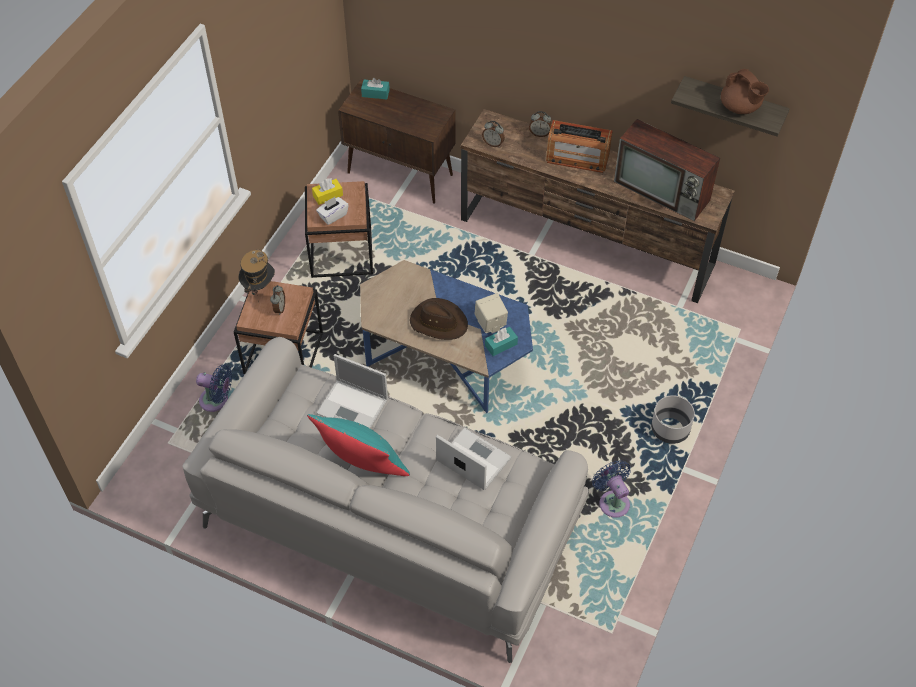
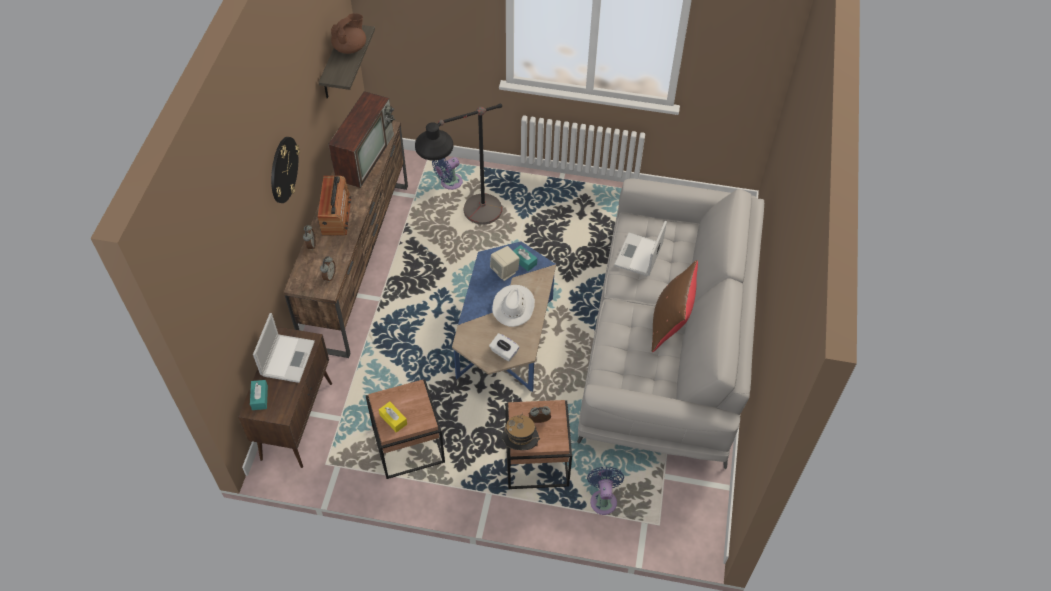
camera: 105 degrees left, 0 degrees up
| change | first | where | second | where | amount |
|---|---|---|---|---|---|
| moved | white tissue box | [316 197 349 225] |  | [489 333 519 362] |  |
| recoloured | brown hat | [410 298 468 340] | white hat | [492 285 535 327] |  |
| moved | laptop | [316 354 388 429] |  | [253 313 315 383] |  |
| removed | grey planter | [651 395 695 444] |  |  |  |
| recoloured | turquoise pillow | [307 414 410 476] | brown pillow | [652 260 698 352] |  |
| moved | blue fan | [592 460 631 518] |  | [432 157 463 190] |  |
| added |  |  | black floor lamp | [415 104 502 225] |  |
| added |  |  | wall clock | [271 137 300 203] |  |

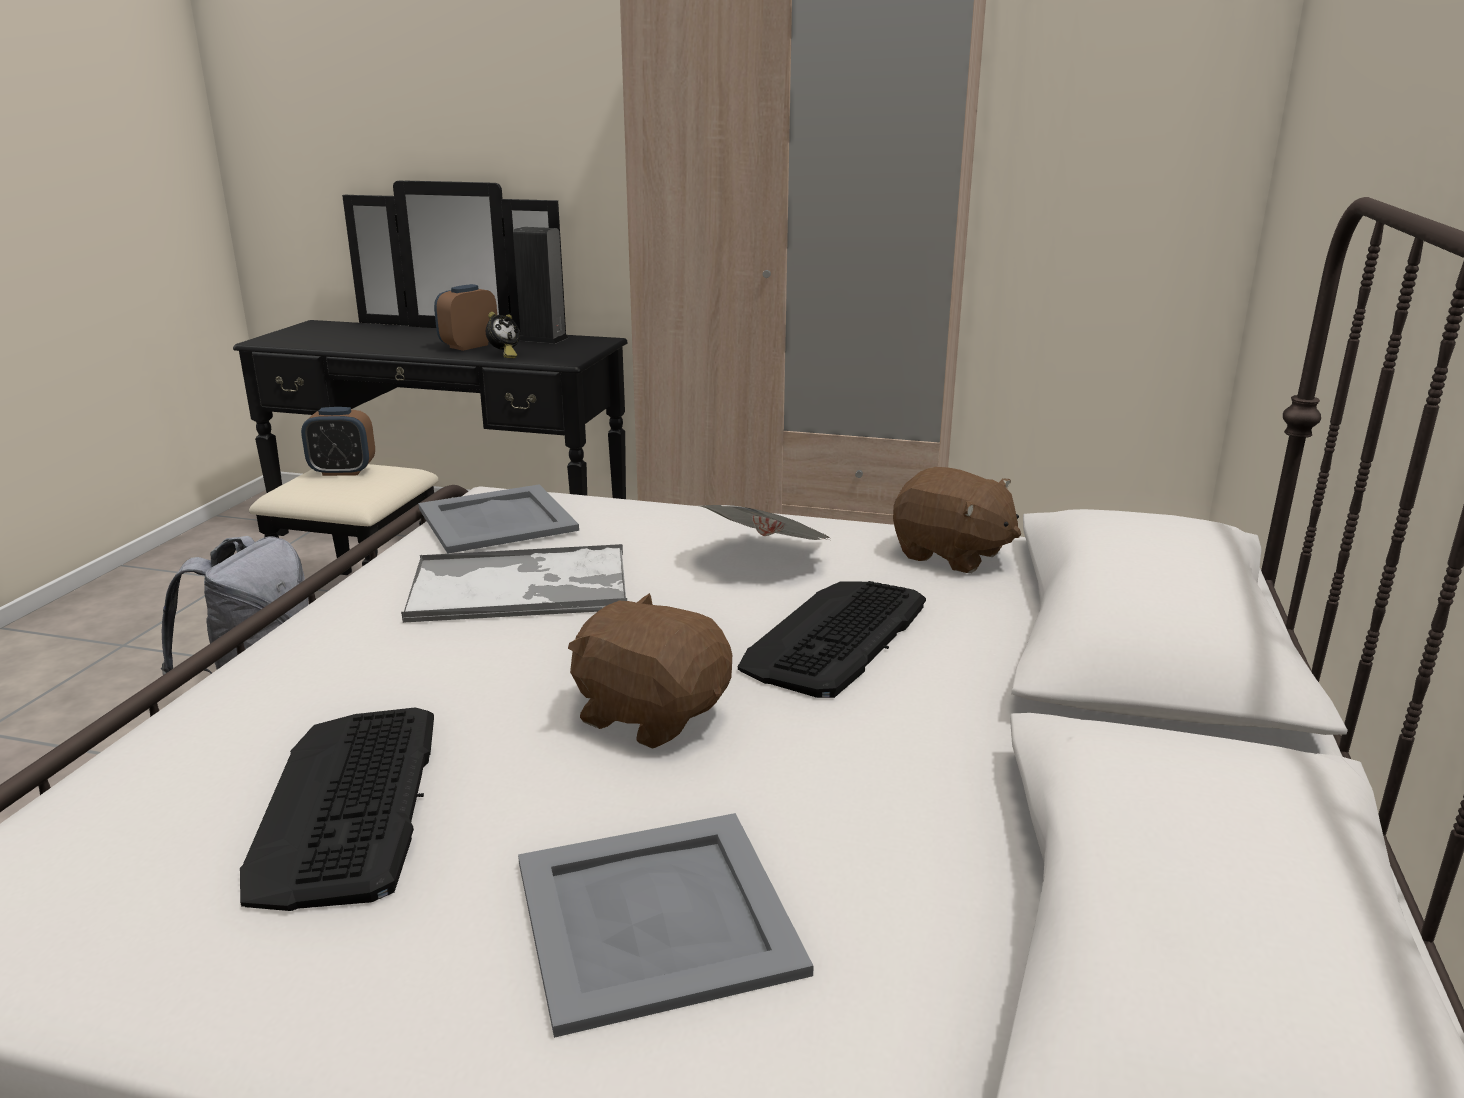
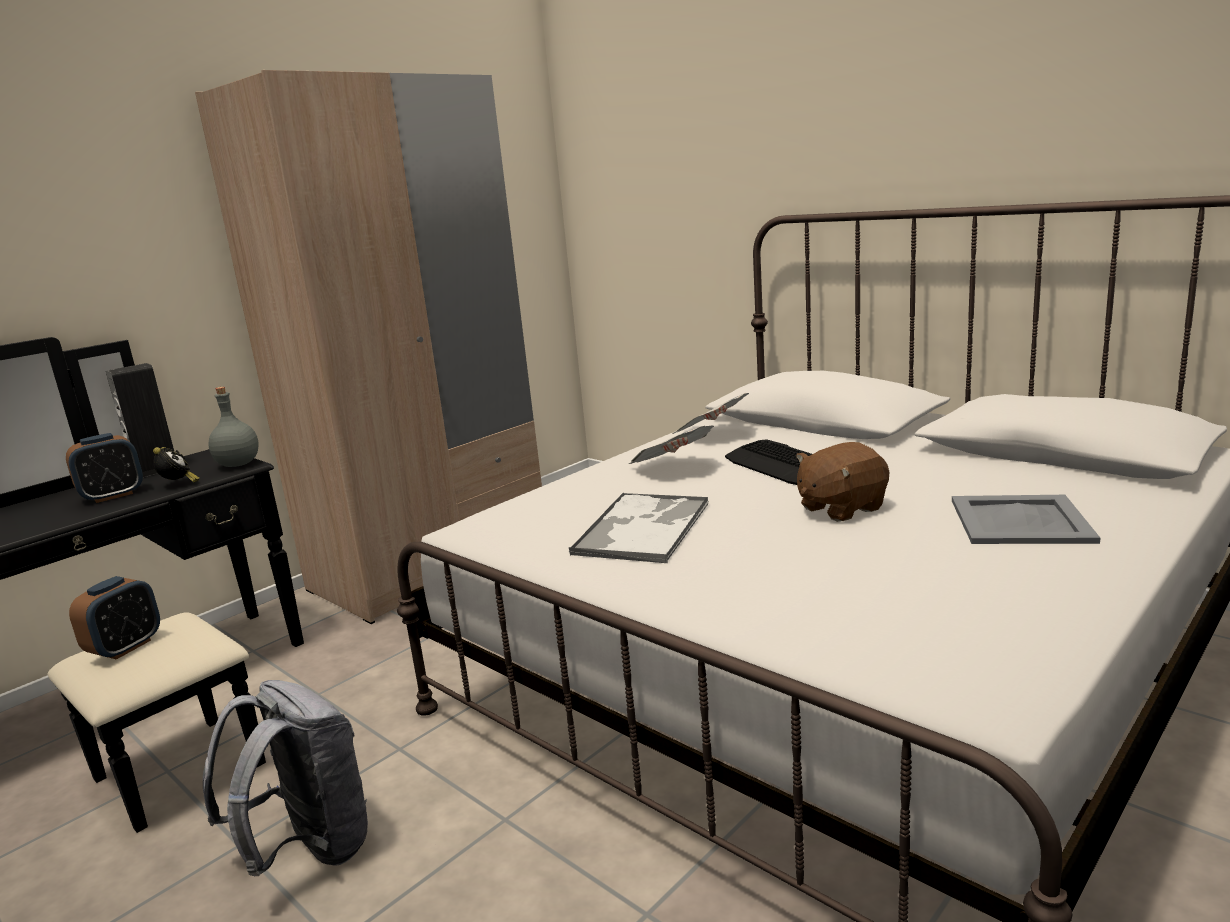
camera: 60 degrees left, 5 degrees down
| change | first | where | second | where | amount |
|---|---|---|---|---|---|
| turned | alarm clock | [434 284 497 351] |  | [66 433 143 503] | 105 degrees counterclockwise |
| replaced | brown plush toy | [893 467 1021 573] | newspaper | [672 393 749 434] |  |
| removed | grey tray | [418 484 579 554] |  |  |  |
| removed | keyboard | [240 707 434 911] |  |  |  |
| added |  |  | grey bottle | [208 387 259 467] |  |

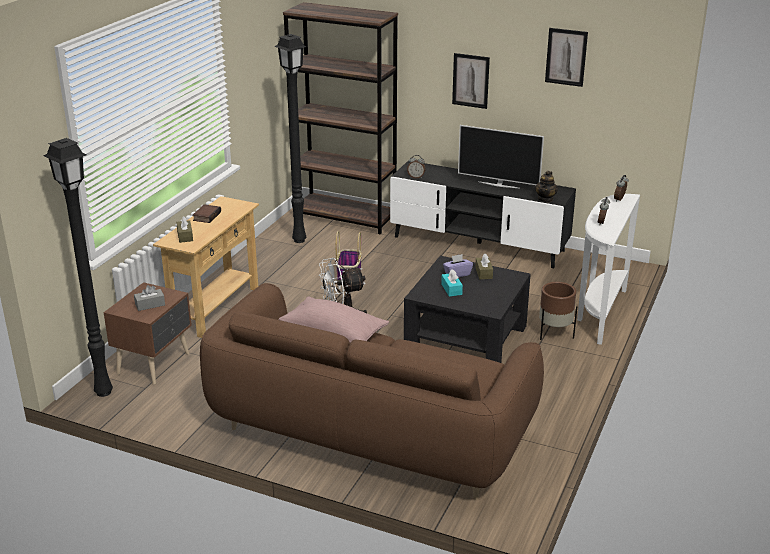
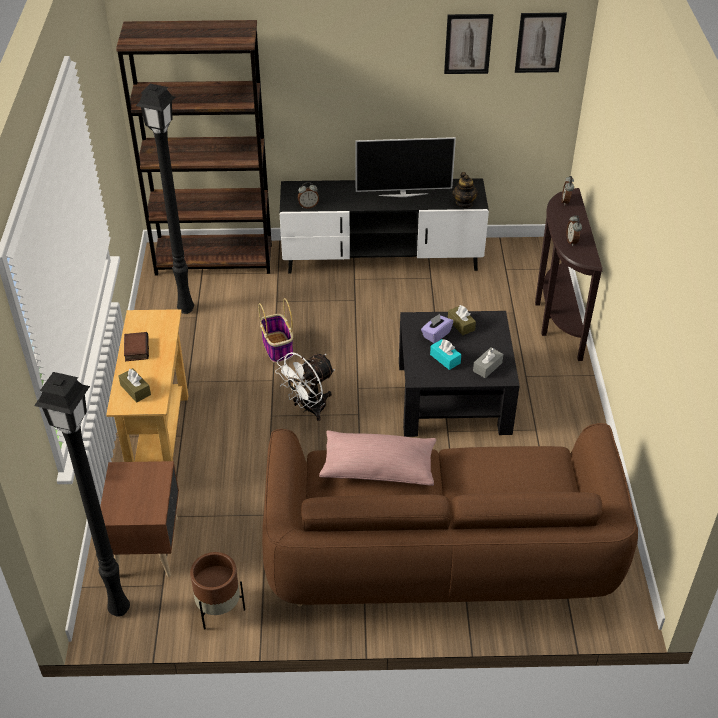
camera: 25 degrees left, 15 degrees up
| change | first | where | second | where | amount |
|---|---|---|---|---|---|
| moved | picture | [452 53 490 109] |  | [515 13 567 73] |  |
| recoloured | white console table | [577 194 640 345] | brown console table | [535 188 602 361] |  |
| moved | brown planter | [539 282 577 340] |  | [190 552 245 630] |  |
| moved | grey tissue box | [134 285 165 311] |  | [473 347 503 378] |  |

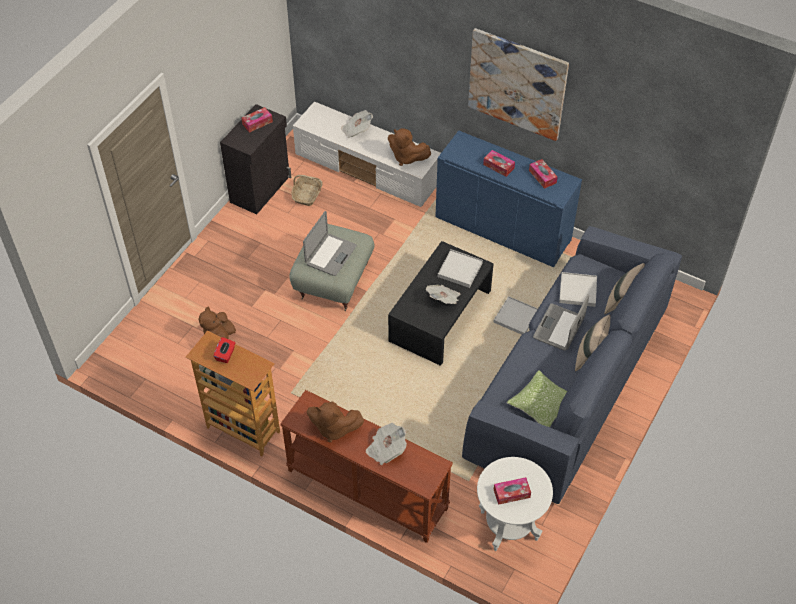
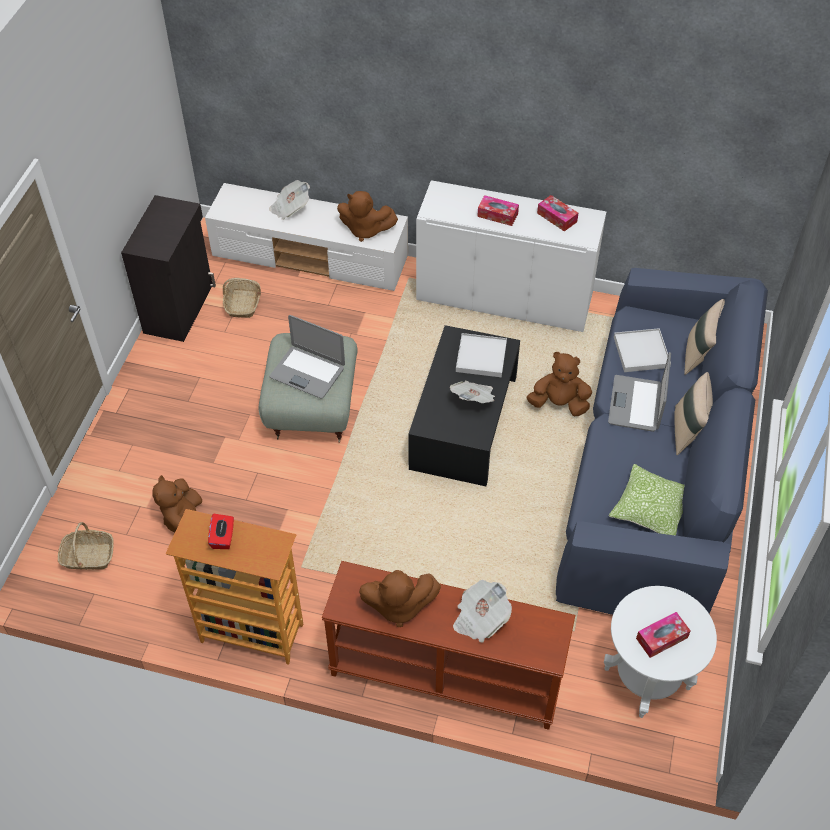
camera: 15 degrees left, 0 degrees up
| change | first | where | second | where | amount |
|---|---|---|---|---|---|
| removed | picture | [468 28 569 141] |  |  |  |
| removed | tissue box | [242 107 273 133] |  |  |  |
| recoloured | blue cabinet | [435 131 582 267] | white cabinet | [416 180 607 332] |  |
| turned | laptop | [303 211 357 276] |  | [270 315 345 399] | 105 degrees clockwise |
| replaced | white tray | [493 296 538 335] | brown plush toy | [527 352 592 416] |  |
| added |  |  | basket | [58 522 114 570] |  |

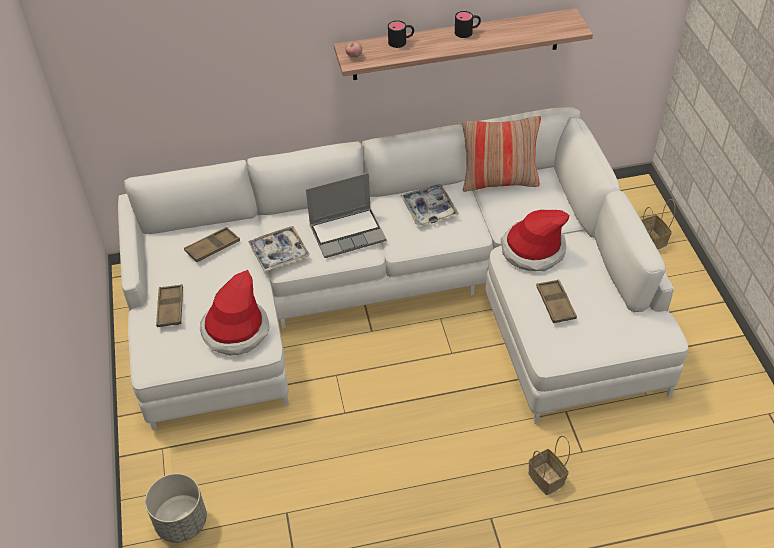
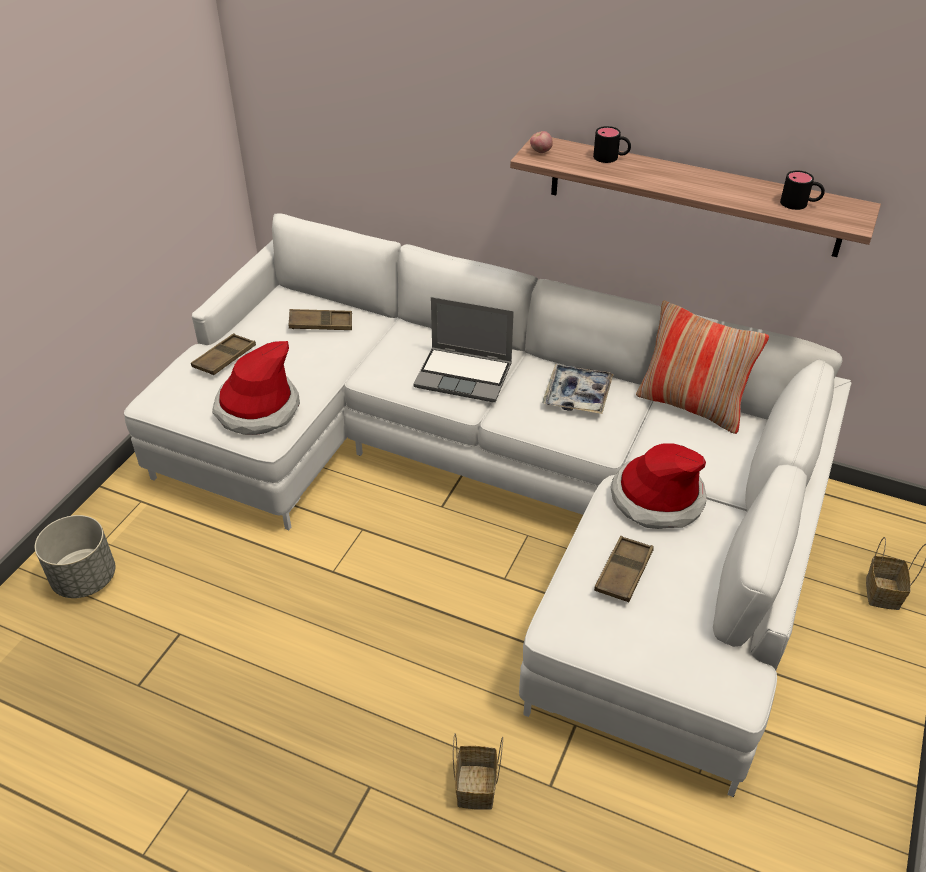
camera: 35 degrees right, 5 degrees down
| change | first | where | second | where | amount |
|---|---|---|---|---|---|
| moved | black mug | [455 11 481 38] |  | [780 170 825 210] |  |
| removed | tray | [248 226 310 272] |  |  |  |

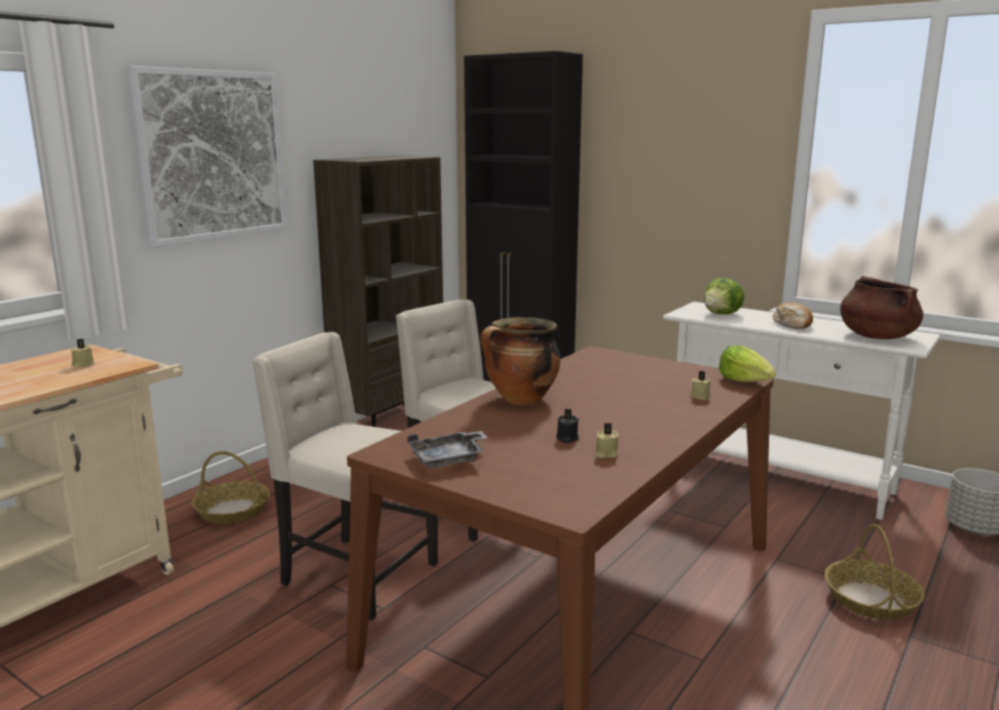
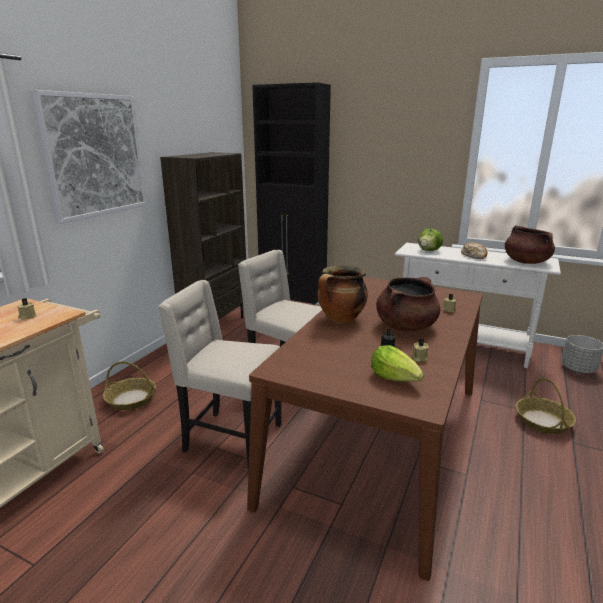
camera: 10 degrees left, 5 degrees up
| change | first | where | second | where | amount |
|---|---|---|---|---|---|
| moved | lettuce | [719 345 776 382] |  | [371 345 424 382] |  |
| removed | grey tray | [407 431 488 469] |  |  |  |
| added |  |  | brown cooking pot | [376 277 440 331] |  |

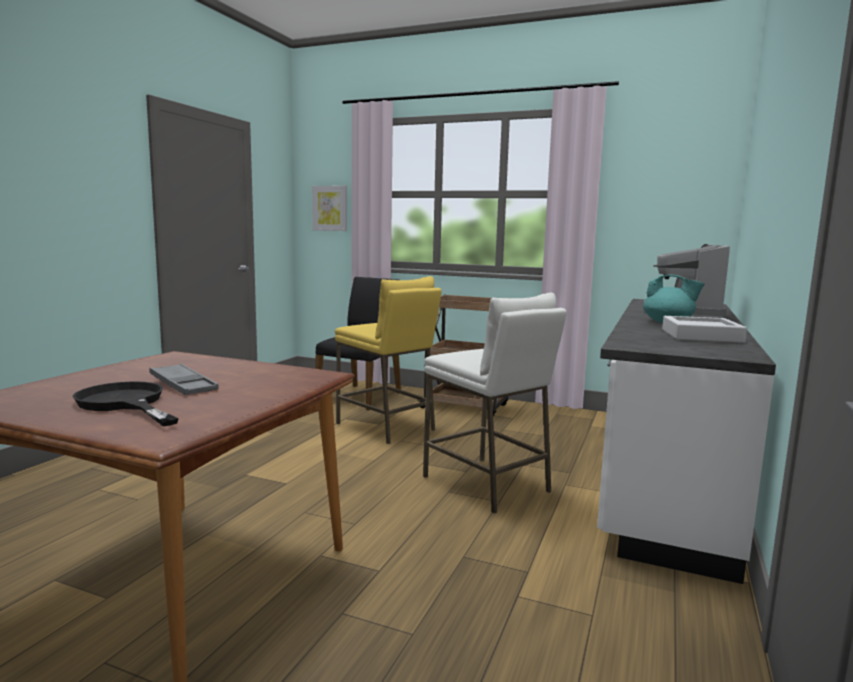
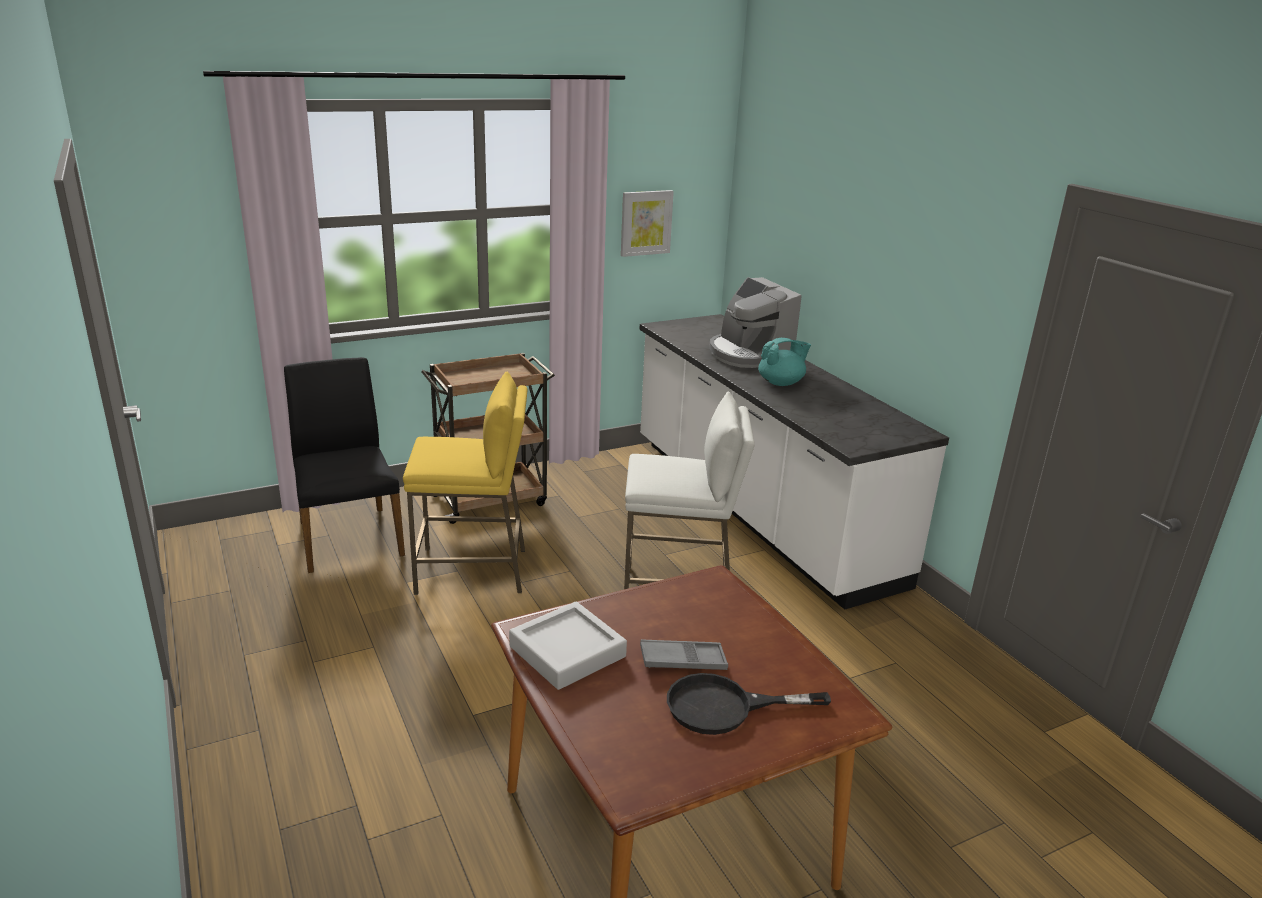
camera: 50 degrees left, 15 degrees up
| change | first | where | second | where | amount |
|---|---|---|---|---|---|
| moved | picture | [312 186 347 231] |  | [621 190 674 257] |  |
| moved | grey tray | [662 316 747 343] |  | [509 601 627 690] |  |

